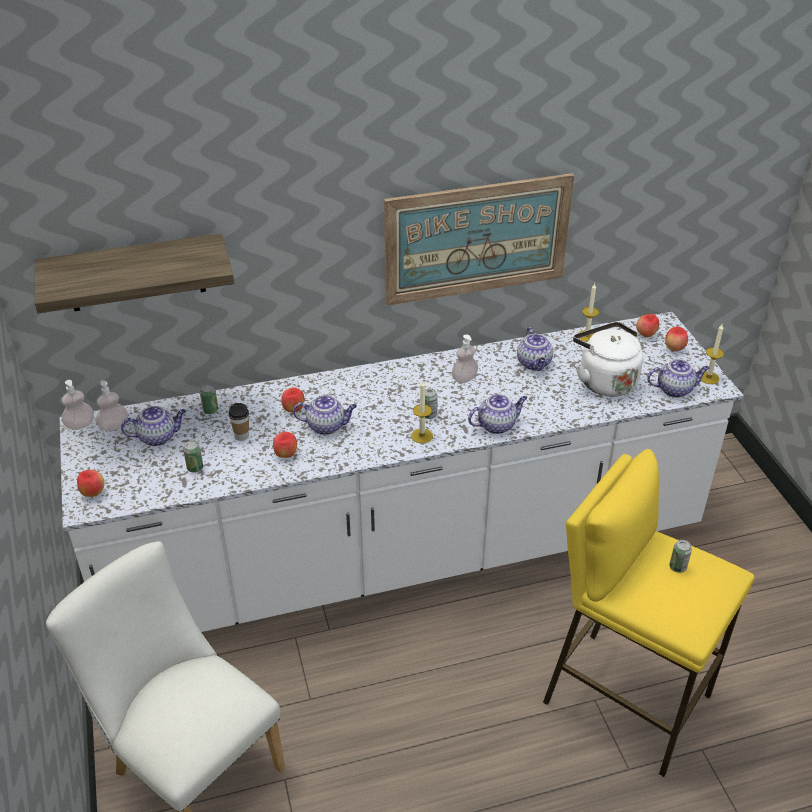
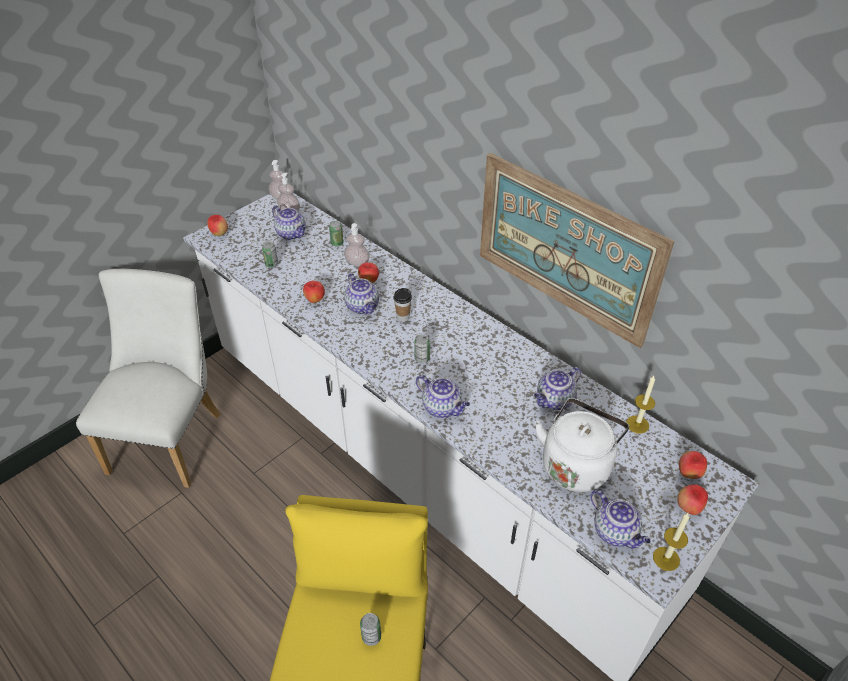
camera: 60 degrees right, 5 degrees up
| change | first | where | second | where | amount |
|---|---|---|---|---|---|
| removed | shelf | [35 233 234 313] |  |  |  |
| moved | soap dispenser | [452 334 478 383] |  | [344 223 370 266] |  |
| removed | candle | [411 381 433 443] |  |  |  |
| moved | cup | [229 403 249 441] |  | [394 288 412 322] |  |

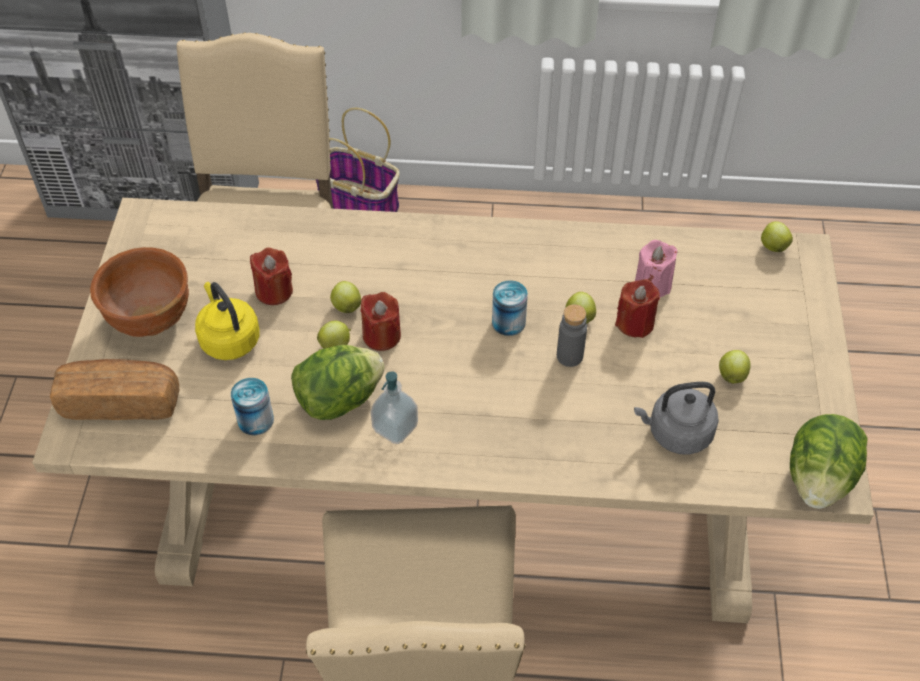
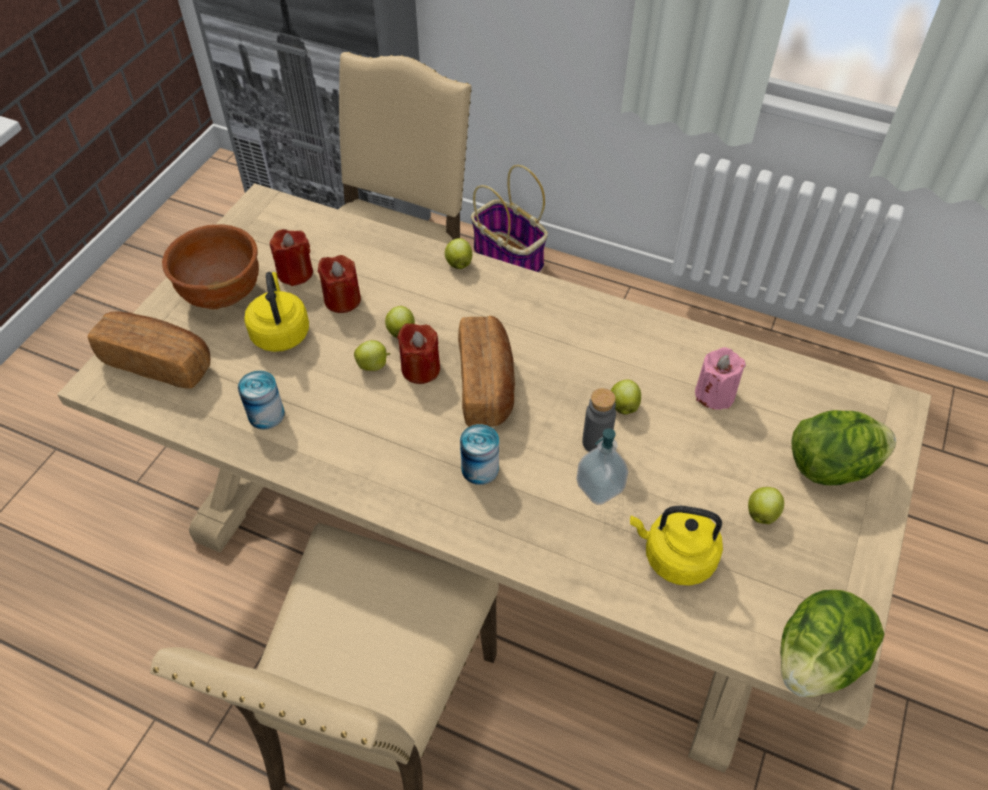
camera: 20 degrees right, 0 degrees up
| change | first | where | second | where | amount |
|---|---|---|---|---|---|
| moved | apple | [761 221 793 252] |  | [445 238 472 269] |  |
| moved | red candle | [615 279 660 338] |  | [270 229 313 286] |  |
| moved | can | [492 280 528 336] |  | [460 424 499 485] |  |
| moved | lettuce | [291 345 385 420] |  | [792 410 896 485] |  |
| moved | soap dispenser | [371 372 418 444] |  | [577 428 628 505] |  |
| recoloured | grey kettle | [634 382 719 455] | yellow kettle | [630 506 723 586] |  |
| added |  |  | bread | [458 316 515 427] |  |

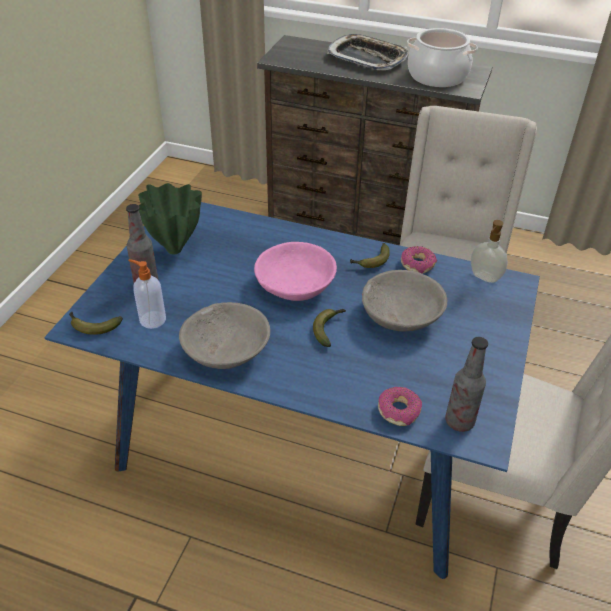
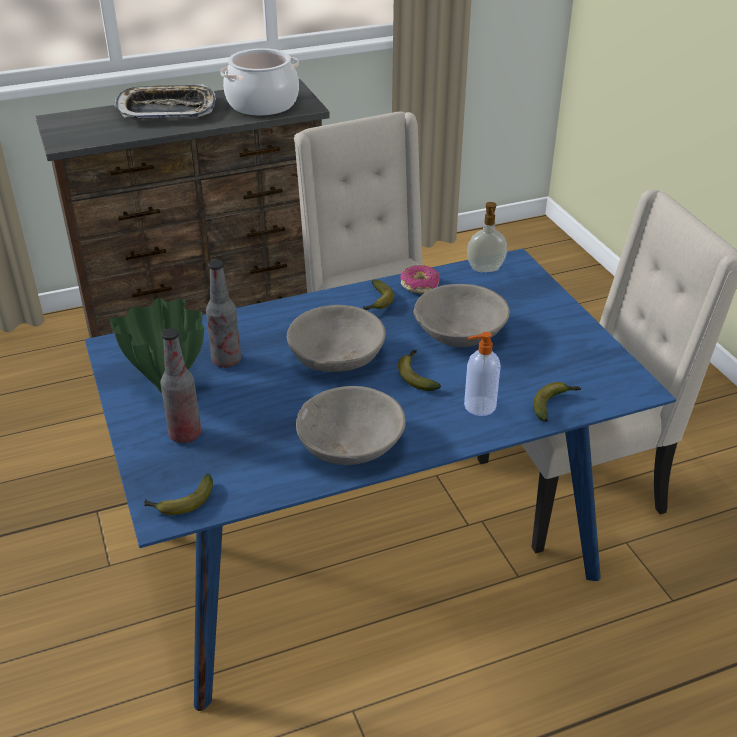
camera: 40 degrees left, 5 degrees down
| change | first | where | second | where | amount |
|---|---|---|---|---|---|
| recoloured | pink bowl | [254 242 337 301] | grey bowl | [287 305 386 372] |  |
| moved | soap dispenser | [128 259 166 329] |  | [464 332 501 416] |  |
| moved | bottle | [445 337 488 432] |  | [206 260 241 368] |  |
| replaced | donut | [378 387 422 426] | banana | [533 382 581 422] |  |

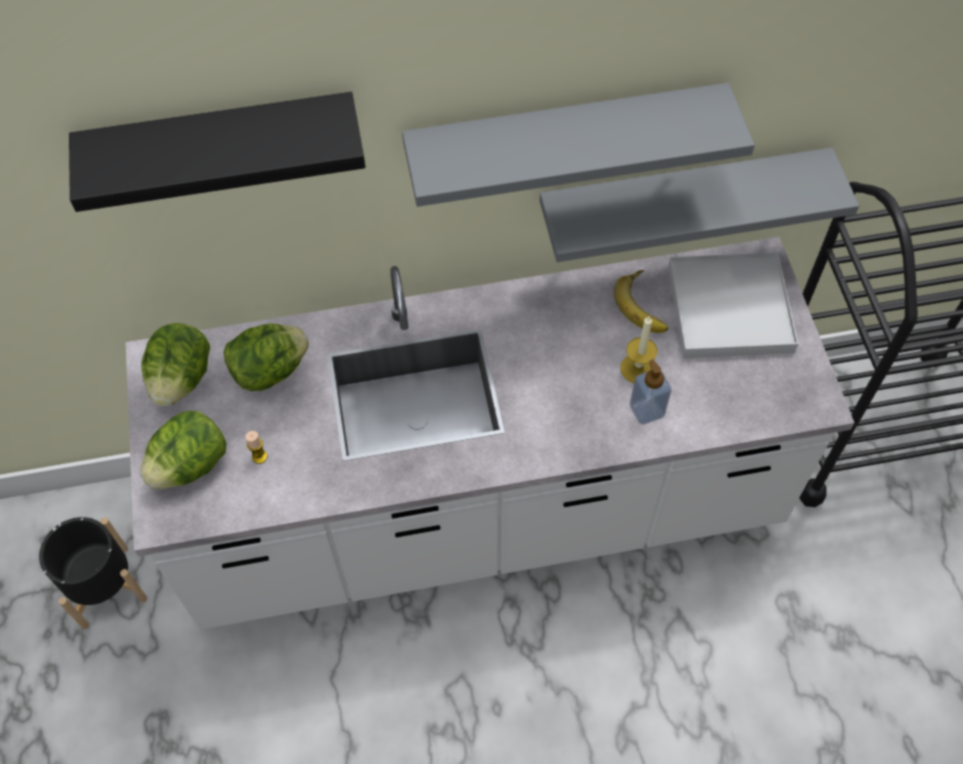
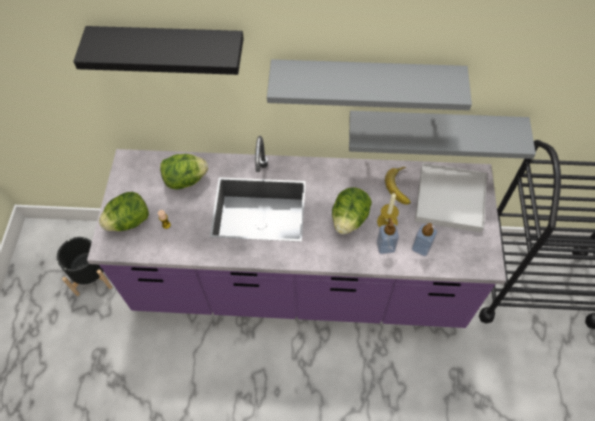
camera: 15 degrees right, 0 degrees up
| change | first | where | second | where | amount |
|---|---|---|---|---|---|
| recoloured | white counter | [125 237 854 630] | purple counter | [87 136 506 328] |  |
| moved | lettuce | [141 323 210 407] |  | [332 187 372 234] |  |
| added |  |  | soap dispenser | [412 223 437 257] |  |

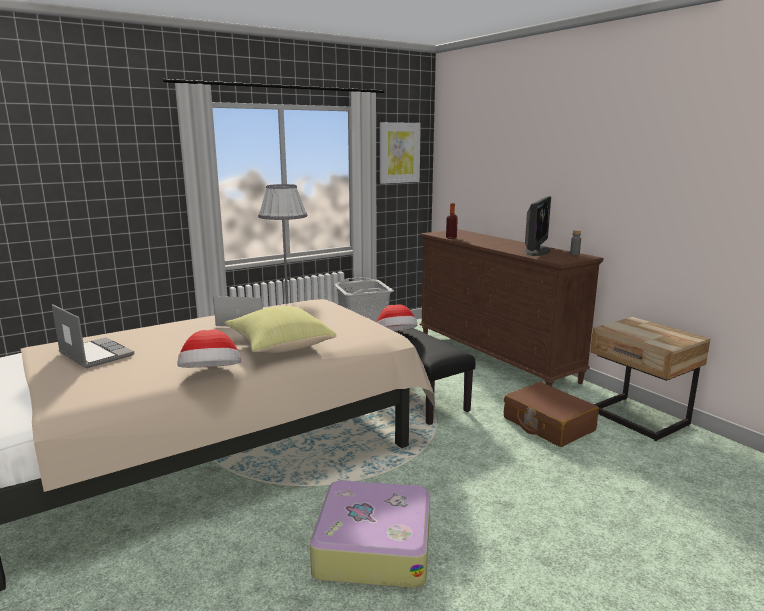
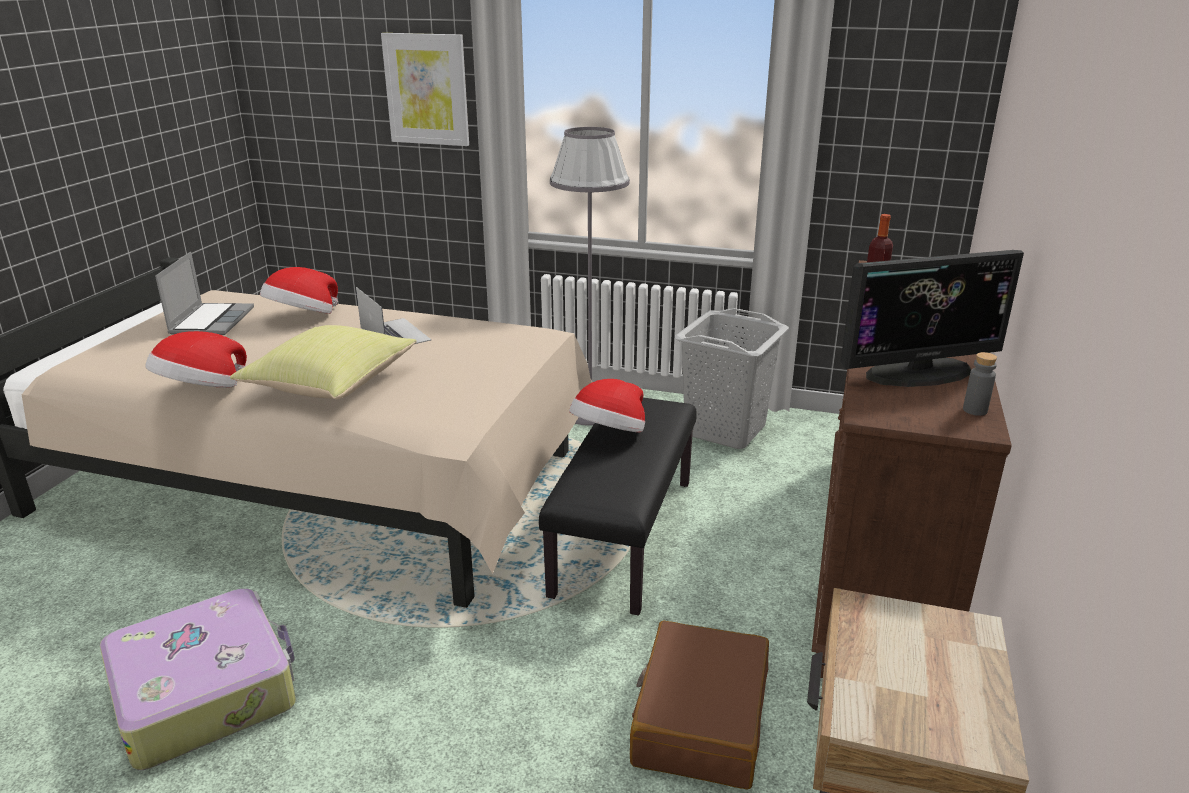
camera: 50 degrees right, 10 degrees up
| change | first | where | second | where | amount |
|---|---|---|---|---|---|
| moved | picture | [380 122 421 184] |  | [381 33 469 146] |  |
| added |  |  | hat | [260 267 338 314] |  |

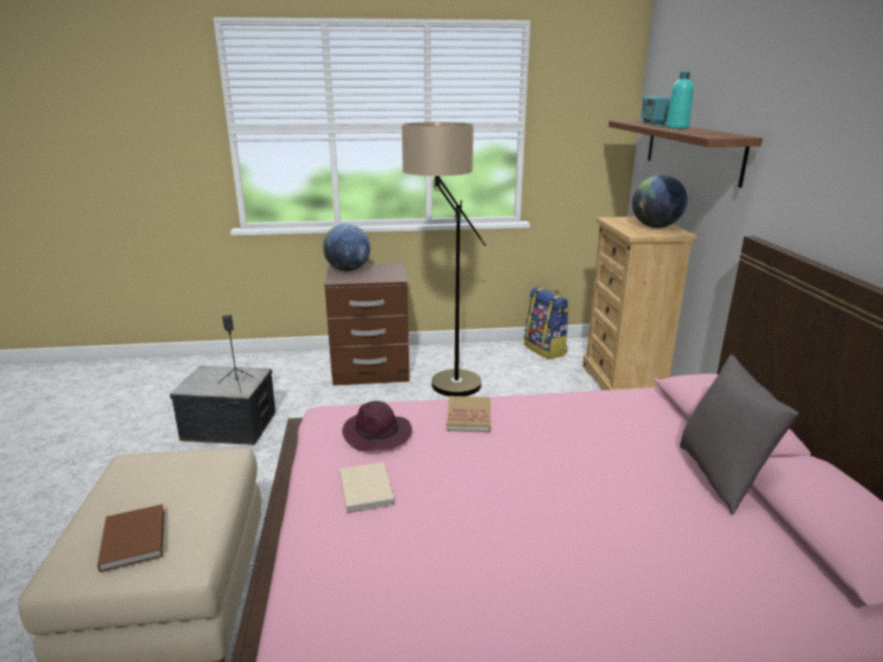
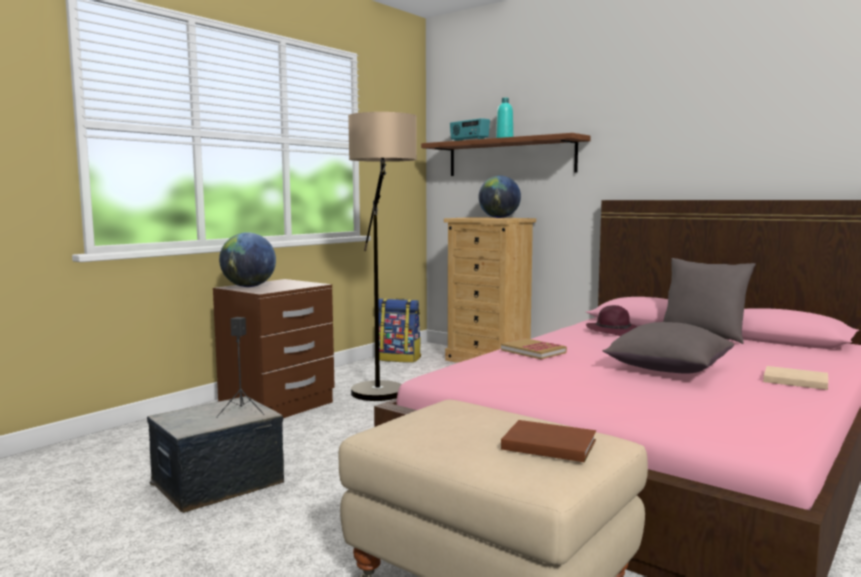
camera: 45 degrees left, 15 degrees down
| change | first | where | second | where | amount |
|---|---|---|---|---|---|
| moved | purple hat | [342 401 412 451] |  | [586 305 638 336] |  |
| moved | beige book | [340 462 395 513] |  | [763 366 828 390] |  |
| added |  |  | grey pillow | [603 322 734 374] |  |

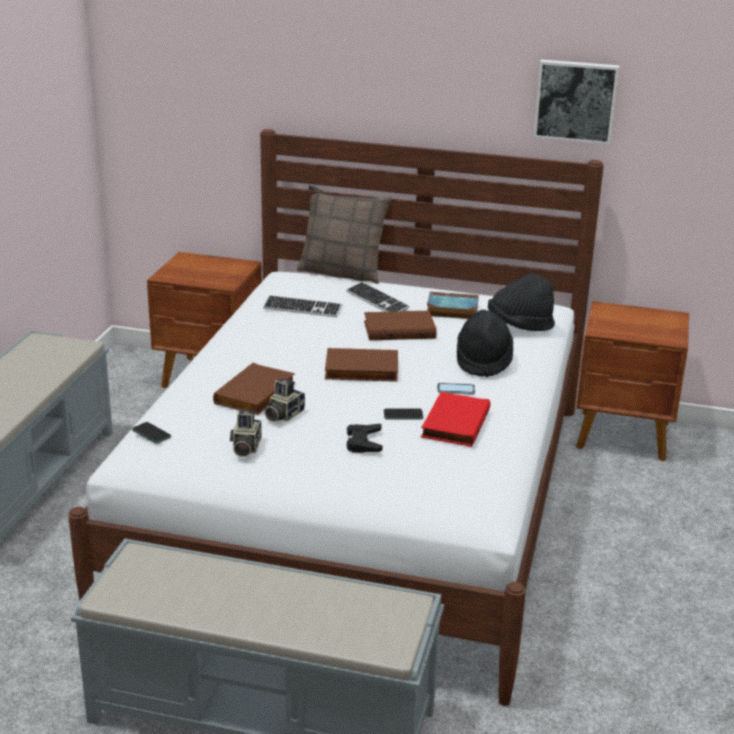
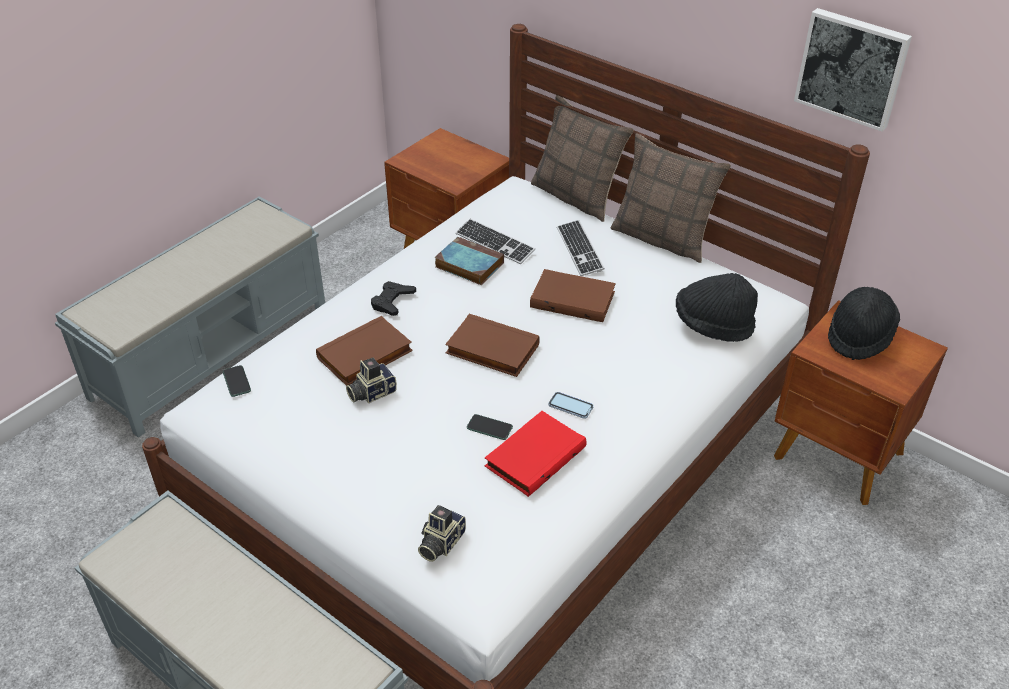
camera: 25 degrees right, 15 degrees up
| change | first | where | second | where | amount |
|---|---|---|---|---|---|
| moved | book | [427 292 479 319] |  | [434 237 504 285] |  |
| moved | black hat | [457 310 513 378] |  | [828 287 900 360] |  |
| moved | photo camera | [230 409 261 457] |  | [418 505 466 562] |  |
| moved | black game controller | [347 424 382 453] |  | [371 281 416 316] |  |
| added |  |  | pillow | [611 133 731 263] |  |

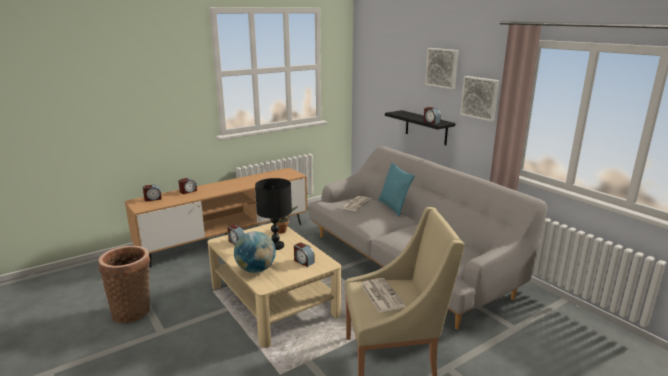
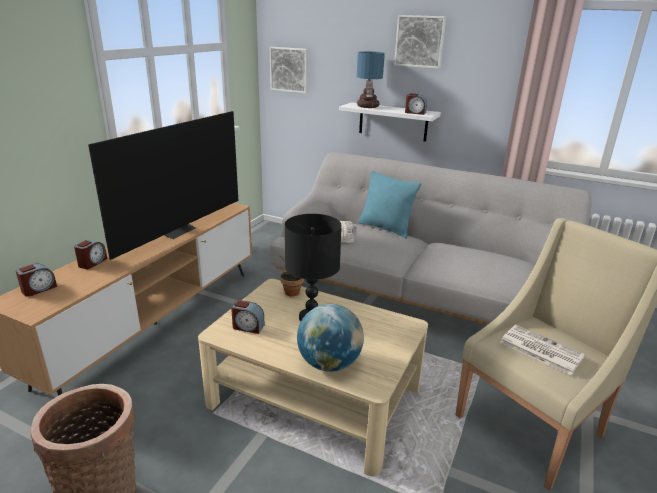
camera: 30 degrees left, 5 degrees up
| change | first | where | second | where | amount |
|---|---|---|---|---|---|
| moved | picture | [460 76 500 122] |  | [270 47 308 94] |  |
| recoloured | black shelf | [385 110 456 145] | white shelf | [339 102 441 142] |  |
| removed | alarm clock | [294 243 315 267] |  |  |  |
| added |  |  | table lamp | [357 51 385 108] |  |
| added |  |  | television | [88 111 238 260] |  |

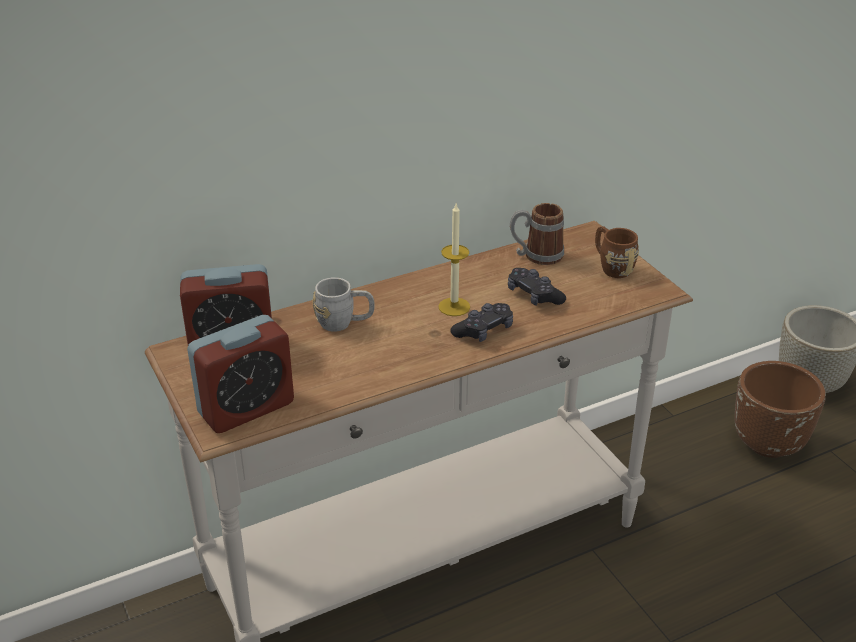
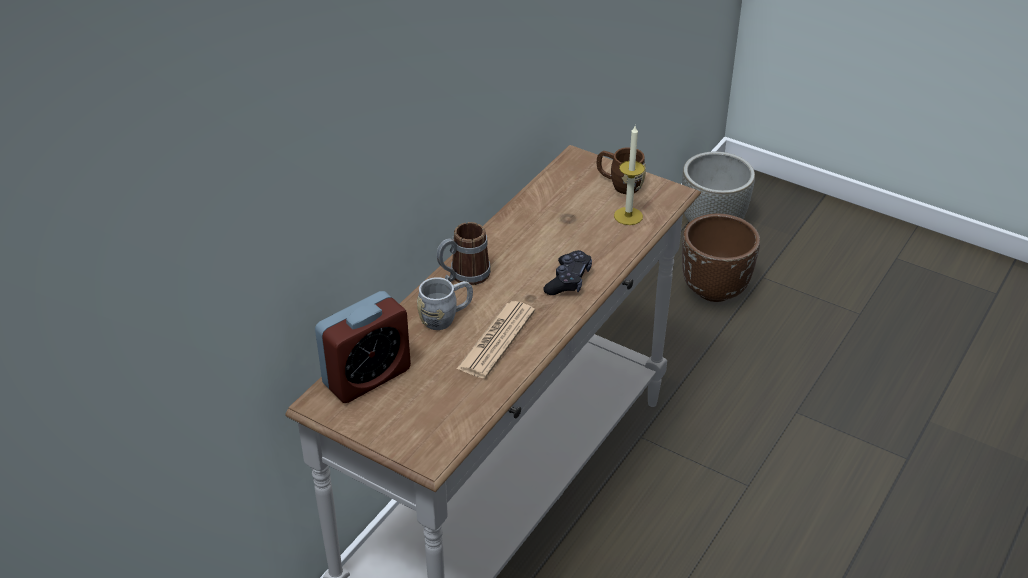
camera: 30 degrees left, 5 degrees up
| change | first | where | second | where | amount |
|---|---|---|---|---|---|
| moved | mug | [510 203 564 265] |  | [437 222 491 285] |  |
| moved | candle | [439 204 470 316] |  | [614 126 645 225] |  |
| removed | black game controller | [508 268 566 306] |  |  |  |
| removed | alarm clock | [187 315 294 433] |  |  |  |
| added |  |  | newspaper | [457 301 535 378] |  |

